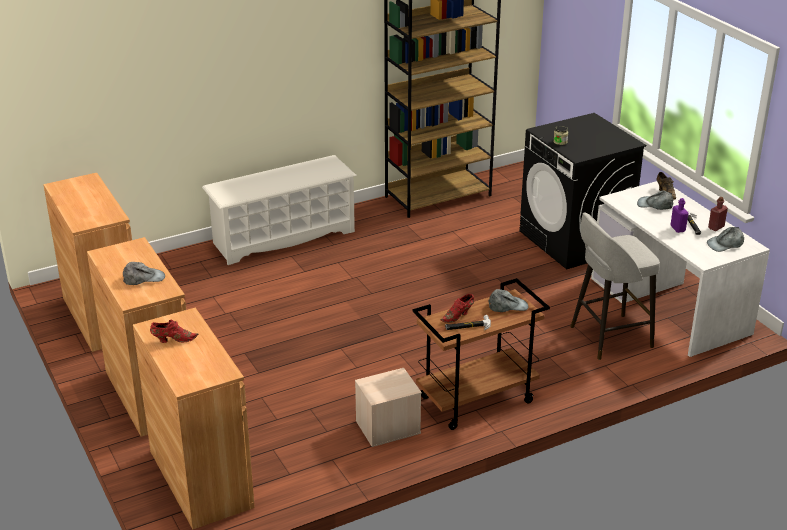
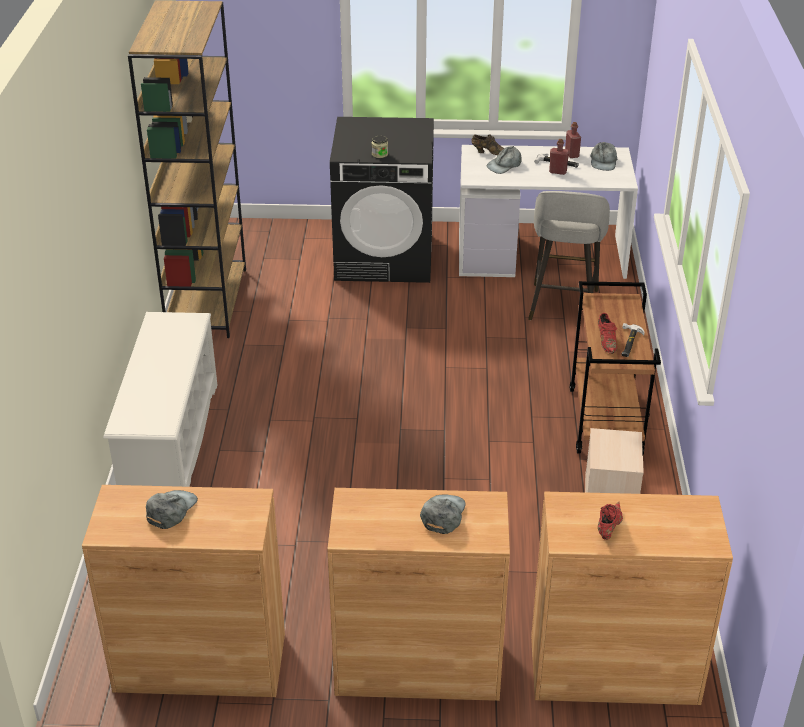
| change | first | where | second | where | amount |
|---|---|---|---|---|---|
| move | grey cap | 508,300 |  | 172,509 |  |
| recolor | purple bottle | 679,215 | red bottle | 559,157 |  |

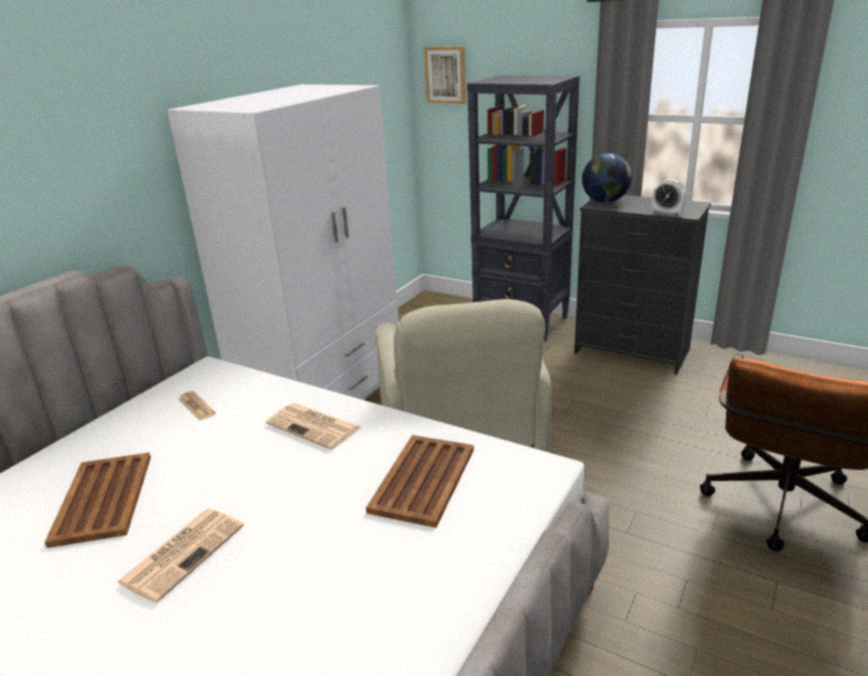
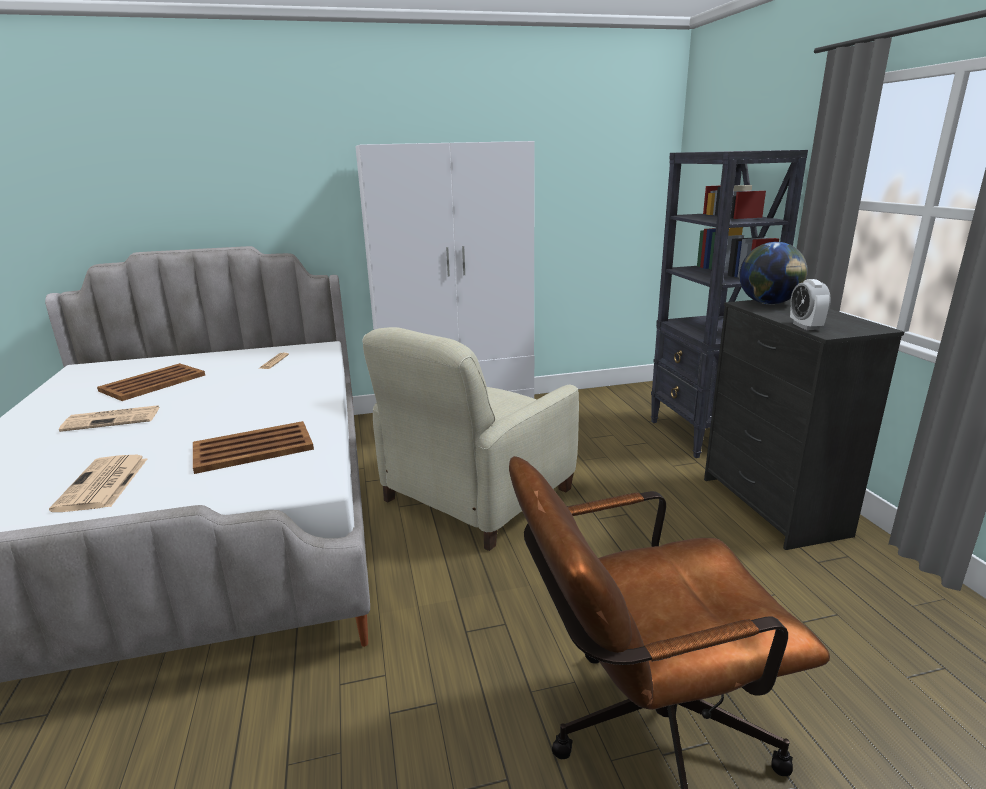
| change | first | where | second | where | amount |
|---|---|---|---|---|---|
| delete | picture | 445,75 |  |  |  |
| move | newspaper | 313,426 |  | 98,483 |  |

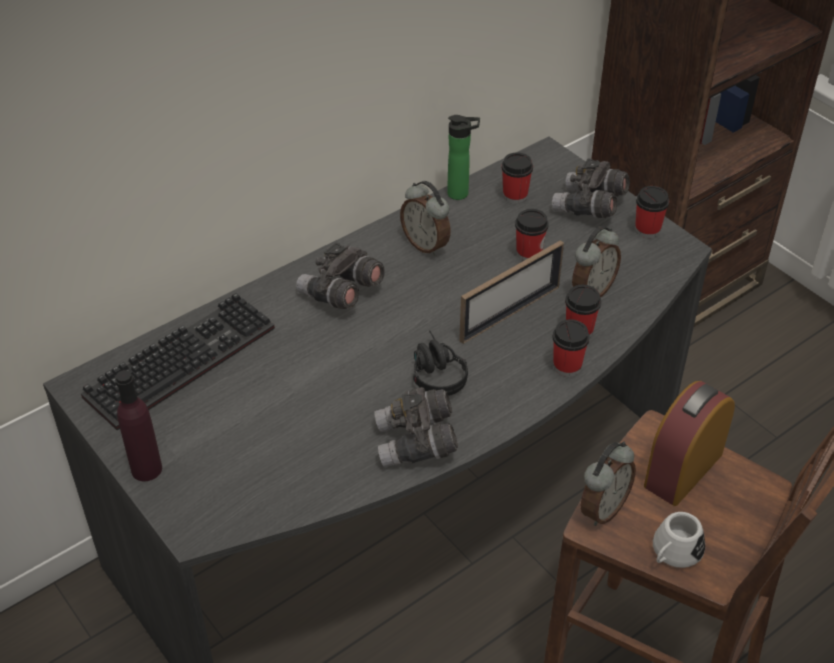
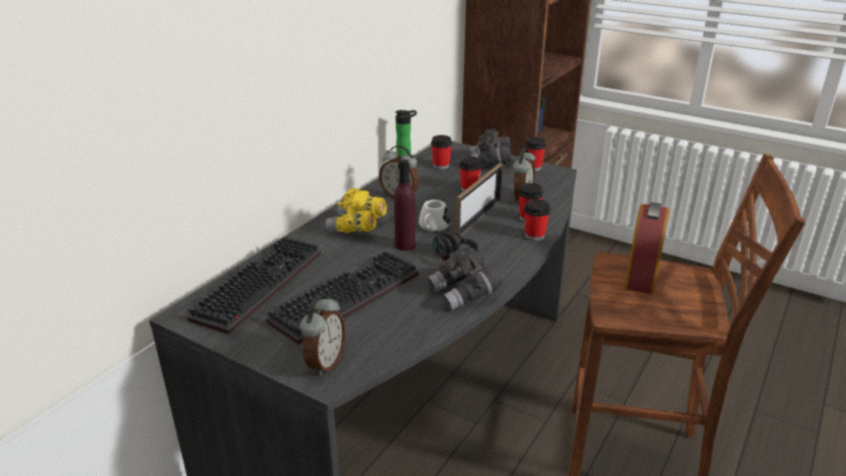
| change | first | where | second | where | amount |
|---|---|---|---|---|---|
| insert |  |  | keyboard | 342,298 |  |
| move | purple bottle | 138,425 |  | 404,205 |  |
| move | alarm clock | 608,483 |  | 323,335 |  |
| move | white mug | 679,540 |  | 434,215 |  |
| recolor | grey binoculars | 340,275 | yellow binoculars | 356,210 |  |

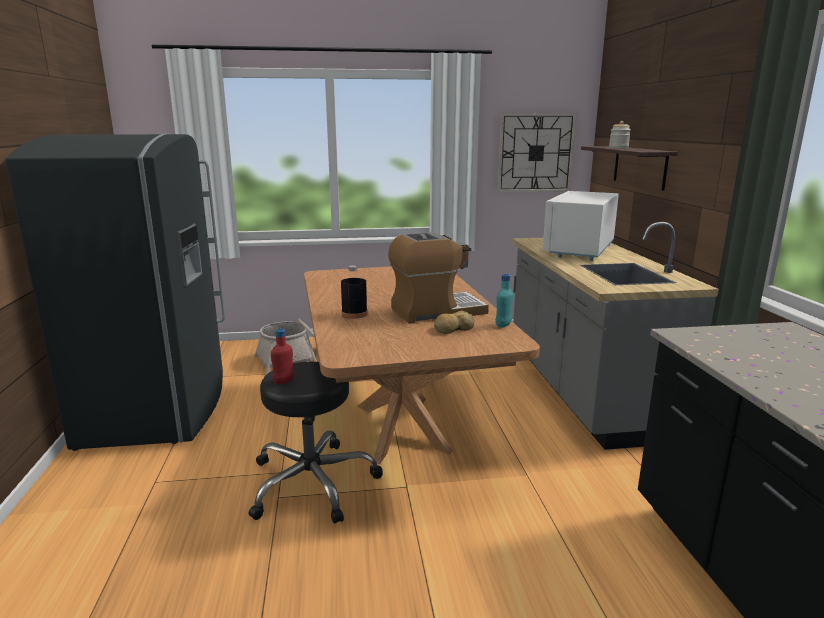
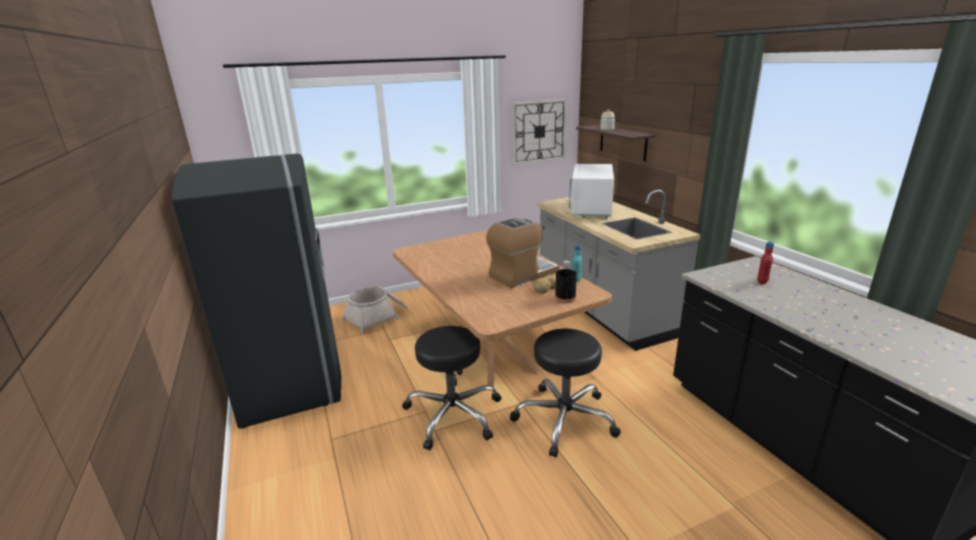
| change | first | where | second | where | amount |
|---|---|---|---|---|---|
| insert |  |  | black stool | 565,393 |  |
| move | red bottle | 282,356 |  | 765,263 |  |
| move | black bottle | 354,292 |  | 566,281 |  |

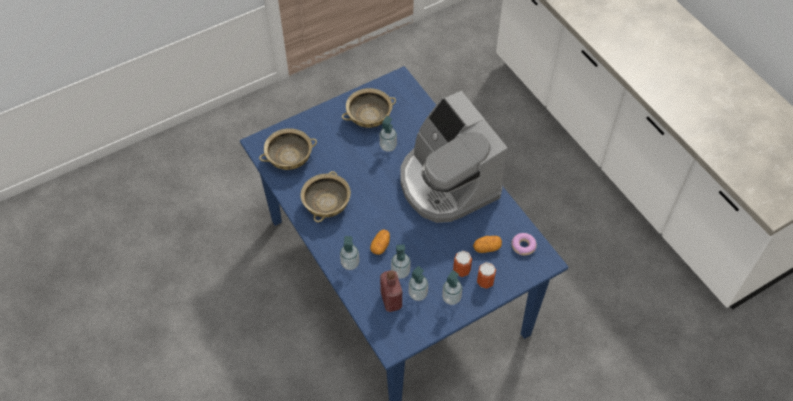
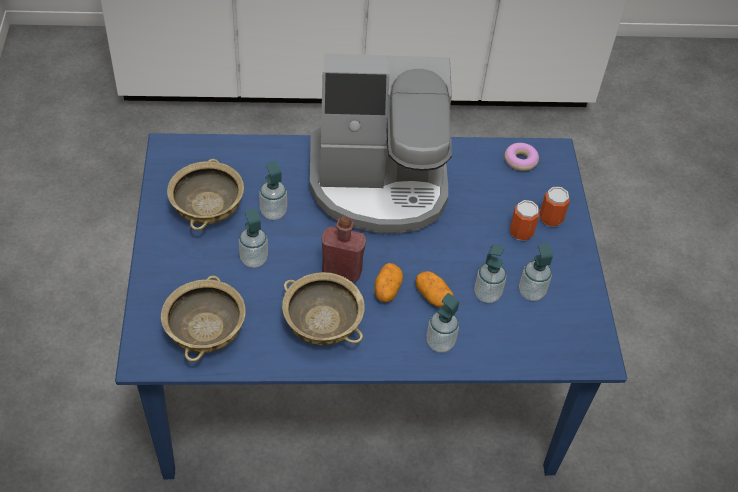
| change | first | where | second | where | amount |
|---|---|---|---|---|---|
| move | red bottle | 391,291 |  | 343,249 |  |
| move | soap dispenser | 452,287 |  | 253,238 |  |
| move | potato | 487,244 |  | 389,283 |  |

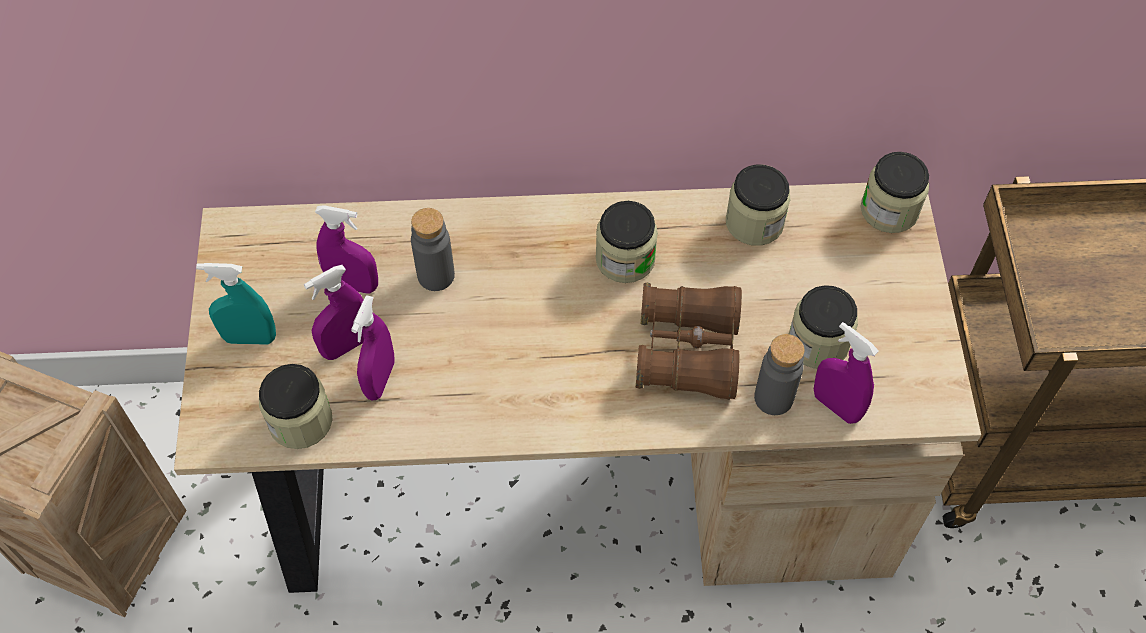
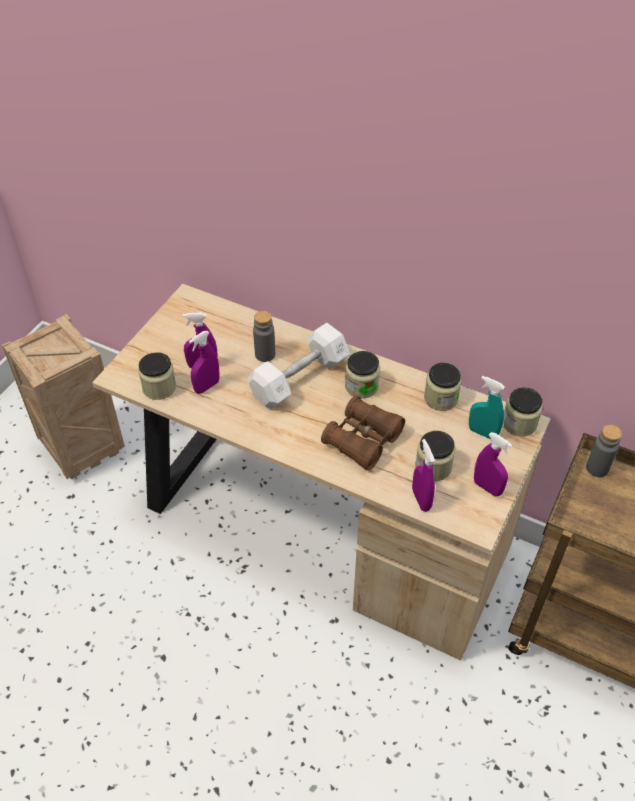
| change | first | where | second | where | amount |
|---|---|---|---|---|---|
| insert |  |  | white dumbbell | 299,366 |  |
| move | turquoise spray bottle | 236,304 |  | 487,407 |  |
| move | purple spray bottle | 346,249 |  | 493,464 |  |
| move | grey bottle | 779,374 |  | 604,451 |  |

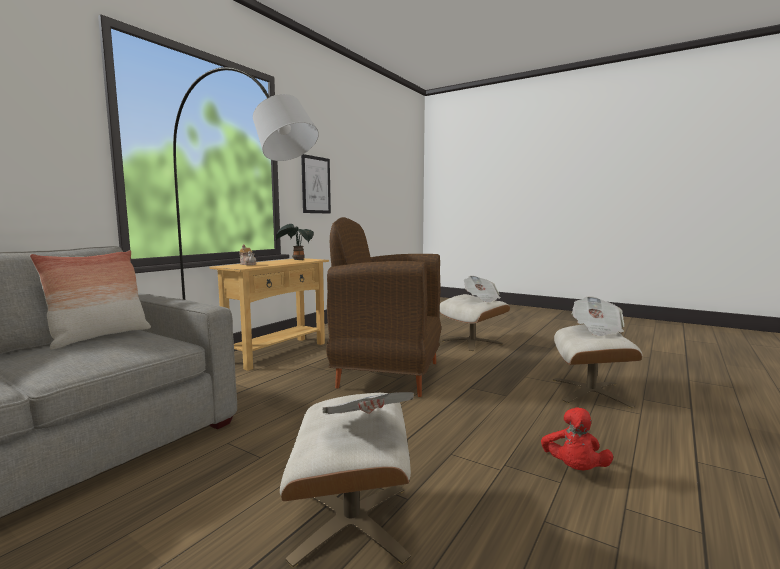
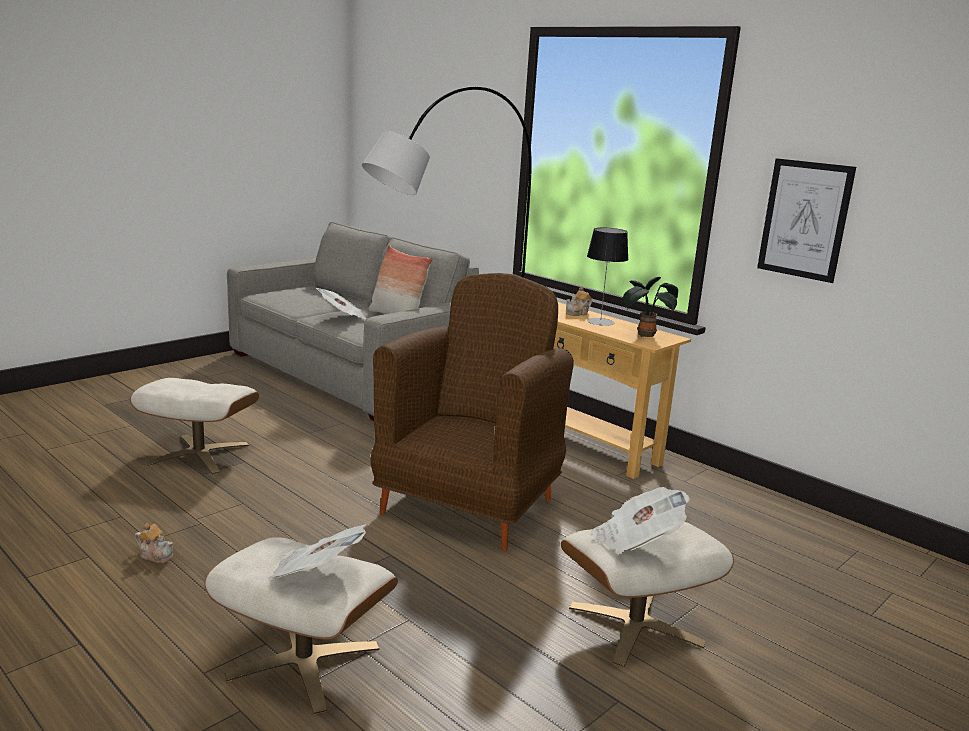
| change | first | where | second | where | amount |
|---|---|---|---|---|---|
| insert |  |  | table lamp | 608,276 |  |
| move | newspaper | 368,403 |  | 341,304 |  |
| replace | red plush toy | 577,438 | teapot | 153,543 |  |

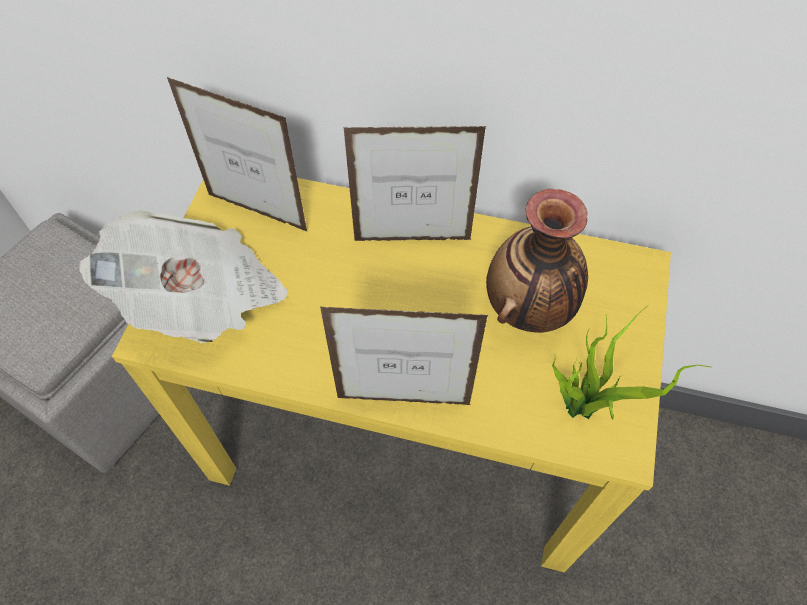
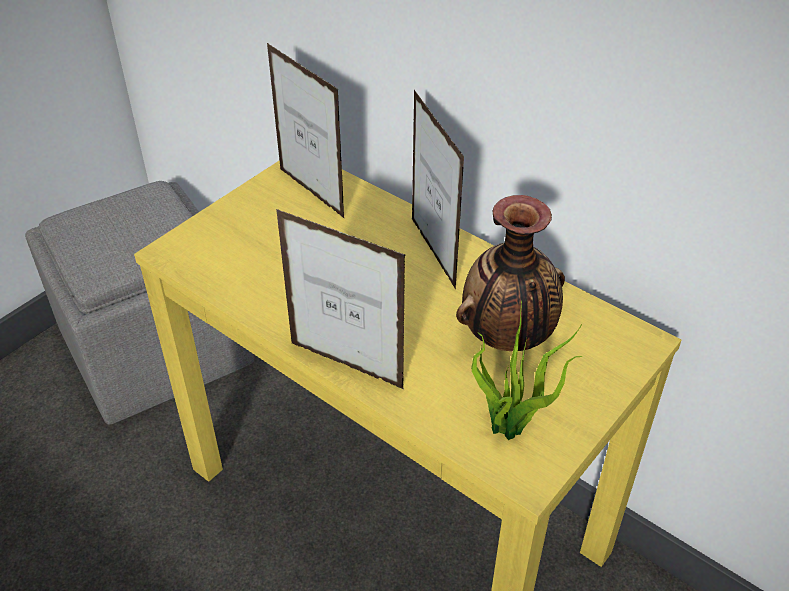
| change | first | where | second | where | amount |
|---|---|---|---|---|---|
| delete | newspaper | 183,276 |  |  |  |
| rotate | picture frame | 415,183 |  | 438,190 | 135 degrees counterclockwise |

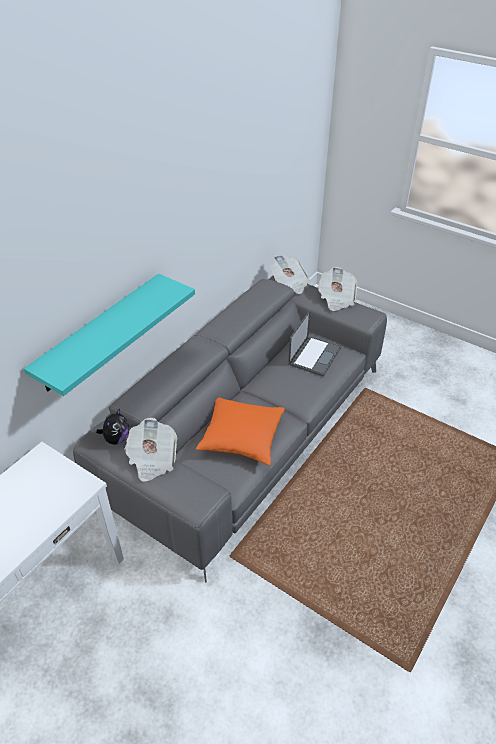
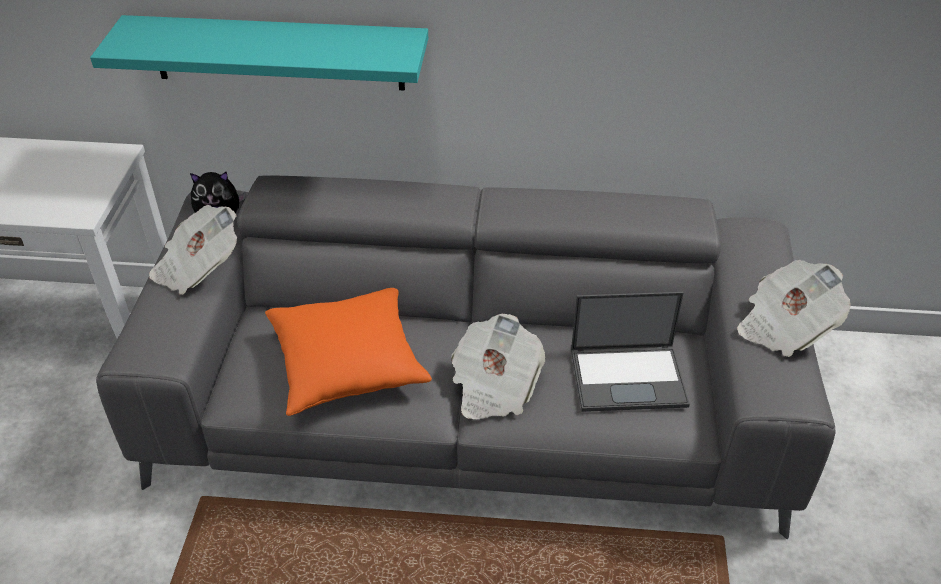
| change | first | where | second | where | amount |
|---|---|---|---|---|---|
| move | newspaper | 290,274 |  | 498,366 |  |

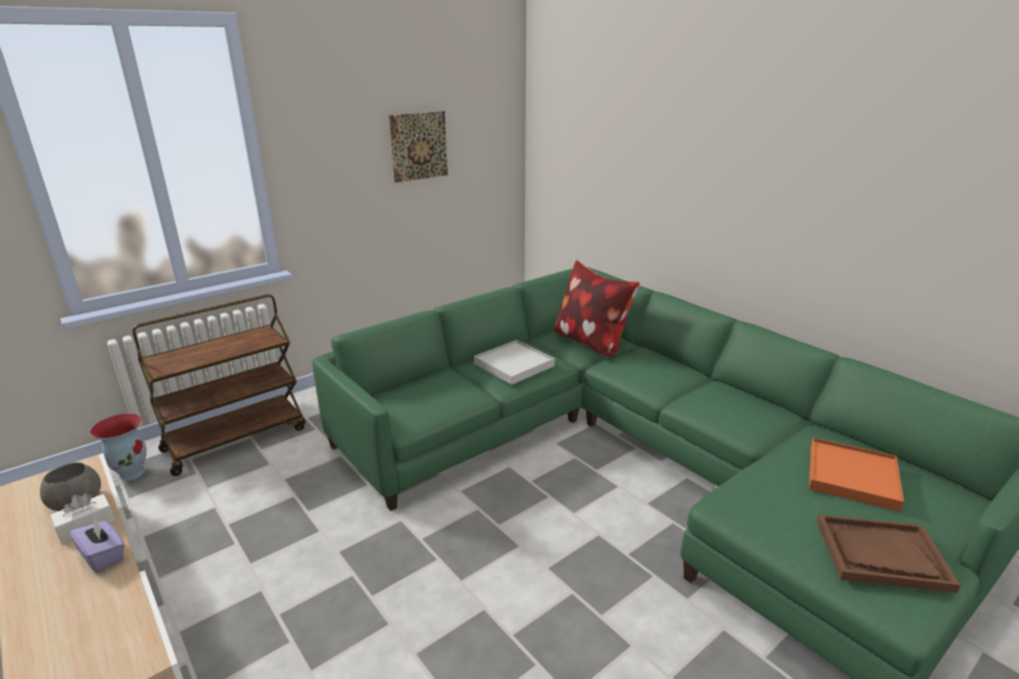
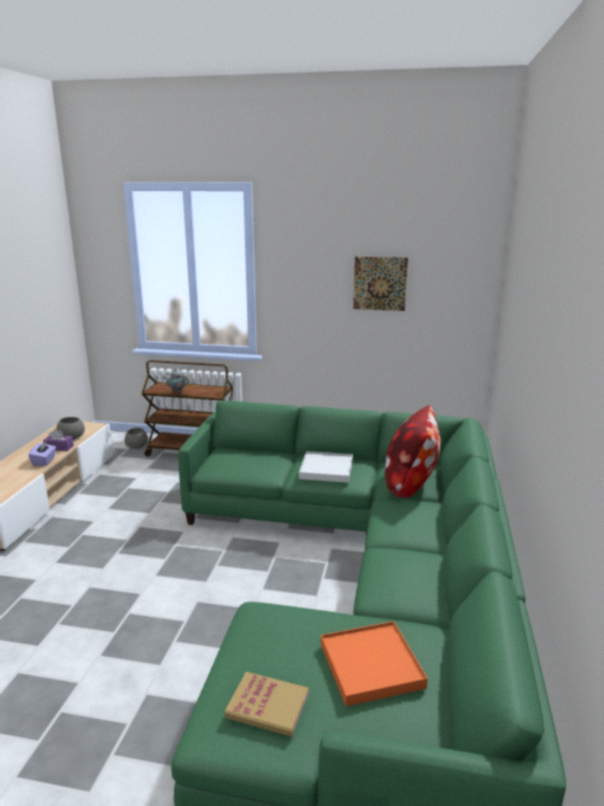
| change | first | where | second | where | amount |
|---|---|---|---|---|---|
| insert |  |  | teapot | 176,381 |  |
| replace | vase | 118,447 | grey bowl | 136,438 |  |
| replace | brown tray | 888,553 | book | 267,704 |  |
| recolor | white tissue box | 82,518 | purple tissue box | 58,440 |  |

